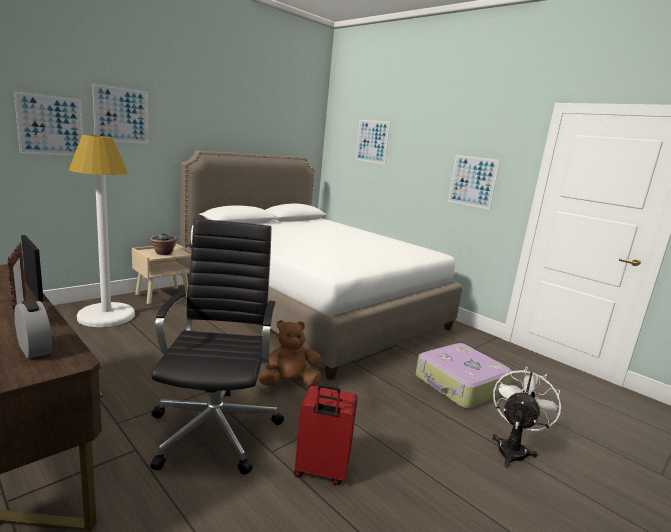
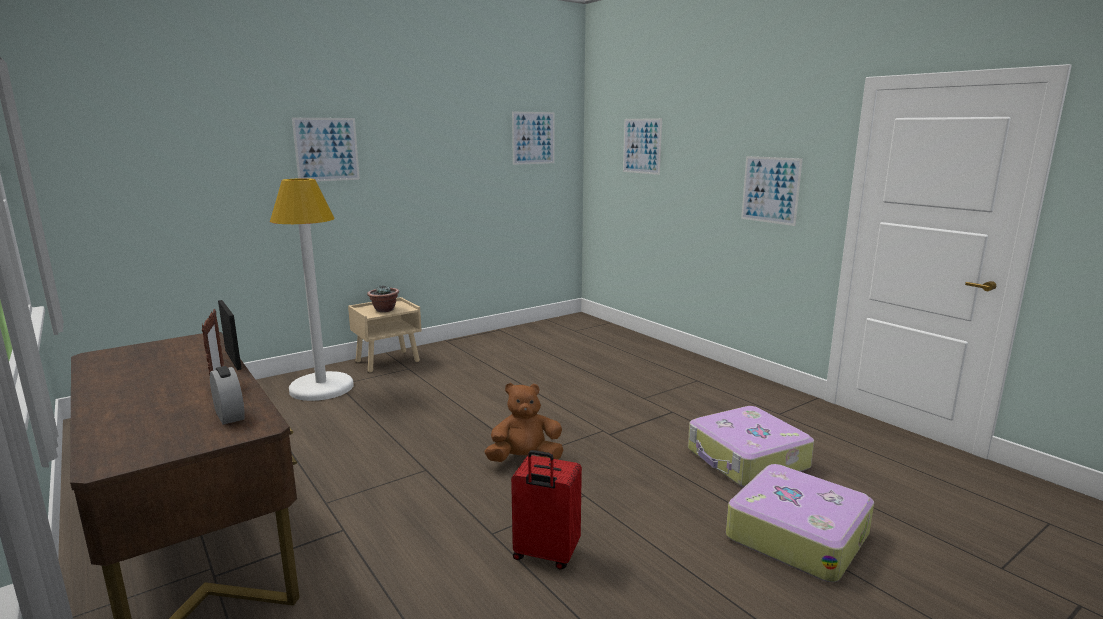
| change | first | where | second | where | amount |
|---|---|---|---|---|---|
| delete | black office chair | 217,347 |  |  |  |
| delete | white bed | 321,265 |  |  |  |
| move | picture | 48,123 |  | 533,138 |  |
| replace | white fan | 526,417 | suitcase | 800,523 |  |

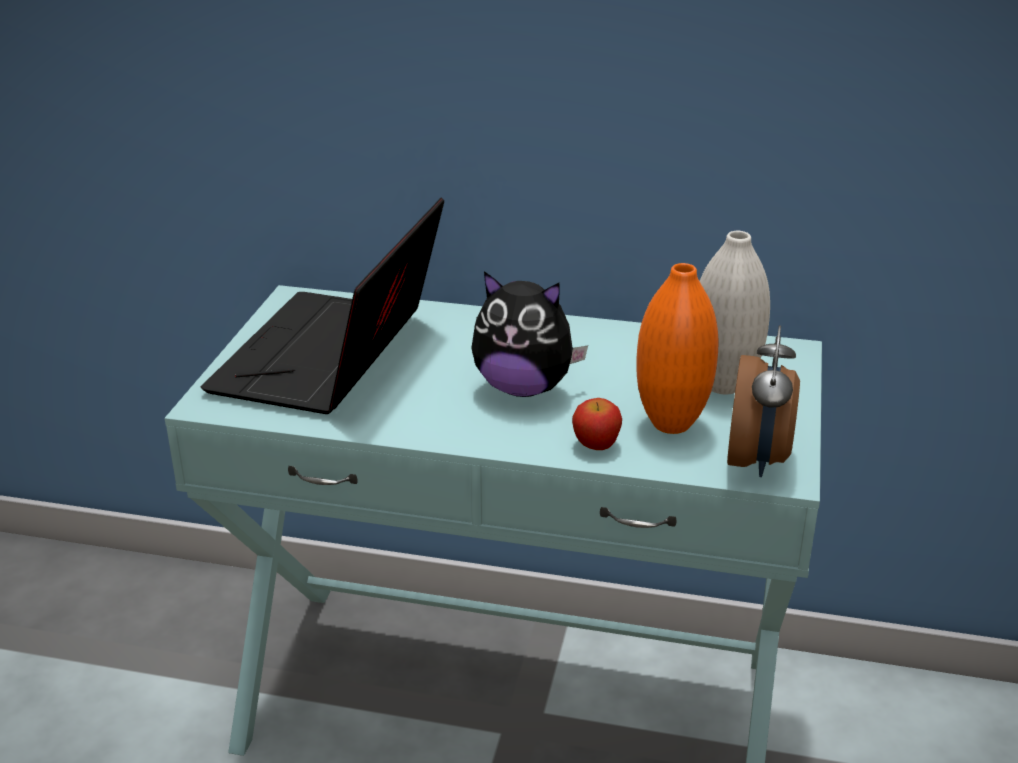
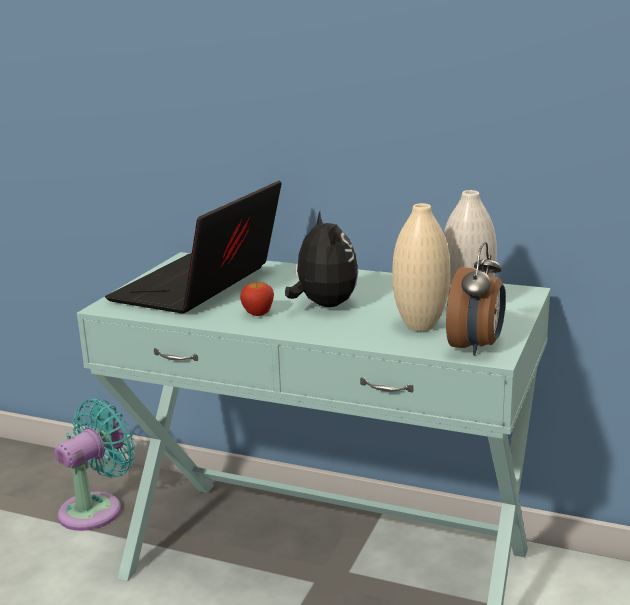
| change | first | where | second | where | amount |
|---|---|---|---|---|---|
| insert |  |  | turquoise fan | 94,464 |  |
| move | apple | 597,424 |  | 257,299 |  |
| recolor | orange vase | 677,348 | beige vase | 421,267 |  |
| rotate | plush toy | 529,334 |  | 321,259 | 135 degrees counterclockwise |

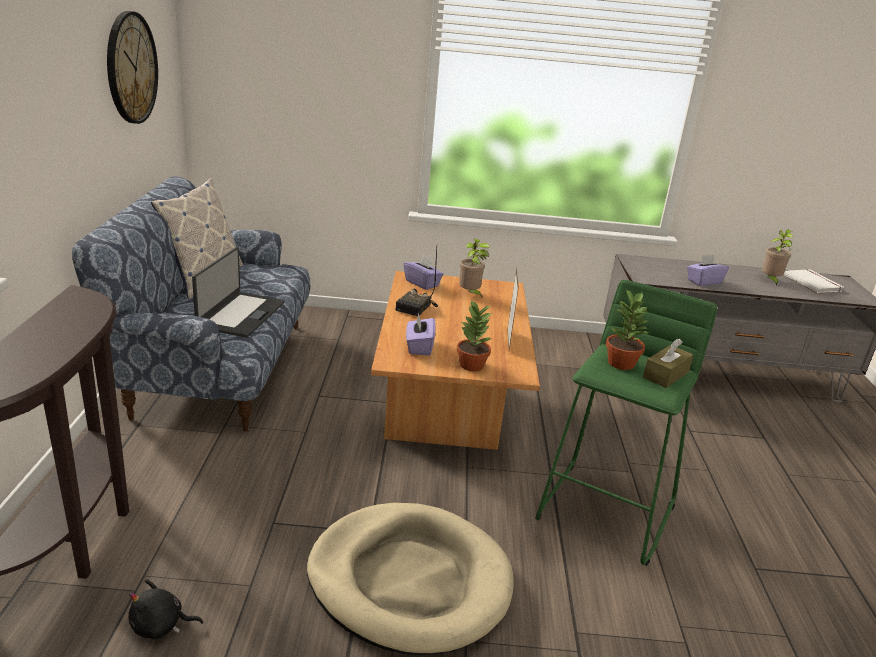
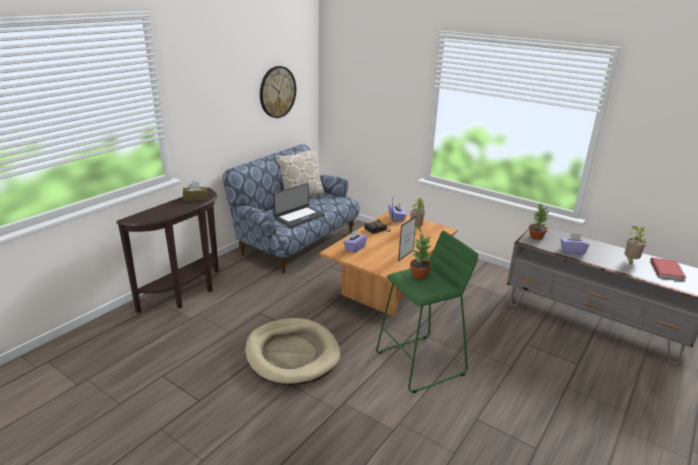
| change | first | where | second | where | amount |
|---|---|---|---|---|---|
| delete | black plush toy | 165,609 |  |  |  |
| move | potted plant | 474,336 |  | 539,222 |  |
| move | brown tissue box | 668,363 |  | 195,191 |  |
| recolor | white book | 814,281 | red book | 668,269 |  |

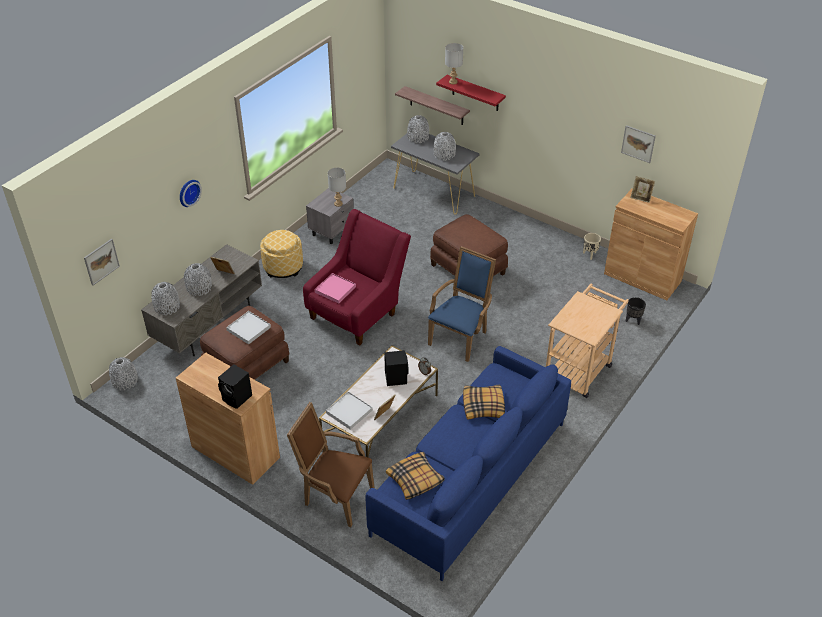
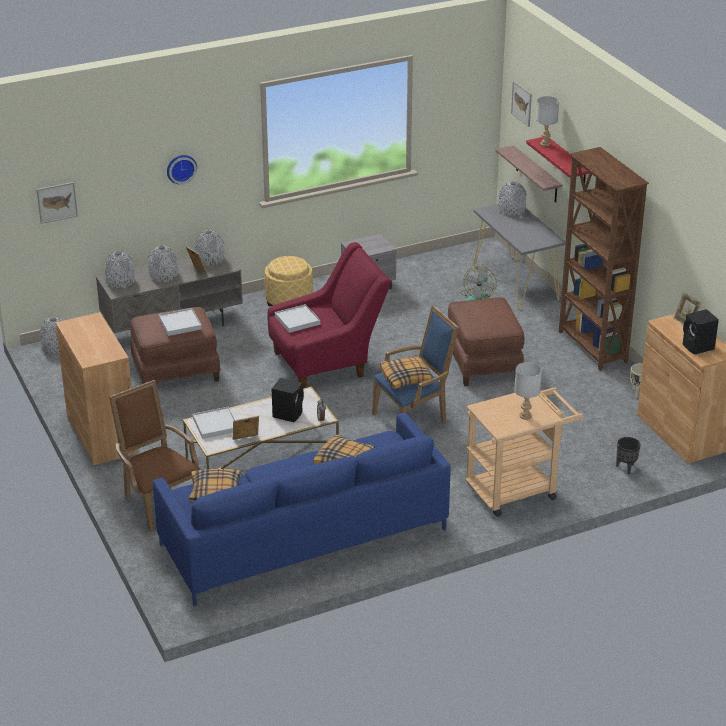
| change | first | where | second | where | amount |
|---|---|---|---|---|---|
| insert |  |  | pillow | 406,372 |  |
| insert |  |  | fan | 478,283 |  |
| insert |  |  | brown bookcase | 604,259 |  |
| move | black speaker | 235,386 |  | 701,332 |  |
| move | grey table lamp | 337,187 |  | 528,391 |  |
| move | grey vase | 444,146 |  | 209,248 |  |
| move | picture | 638,144 |  | 521,104 |  |
| recolor | pink tray | 335,288 | white tray | 297,318 |  |

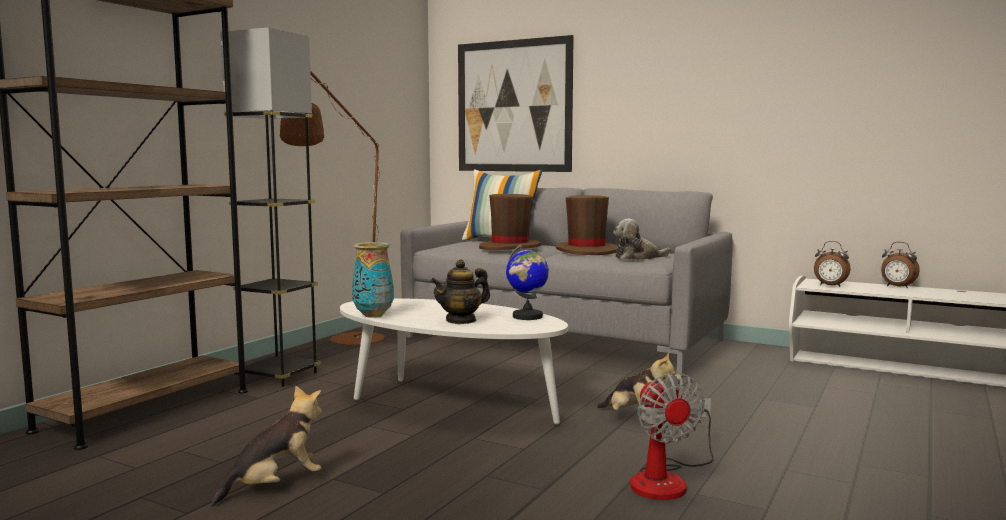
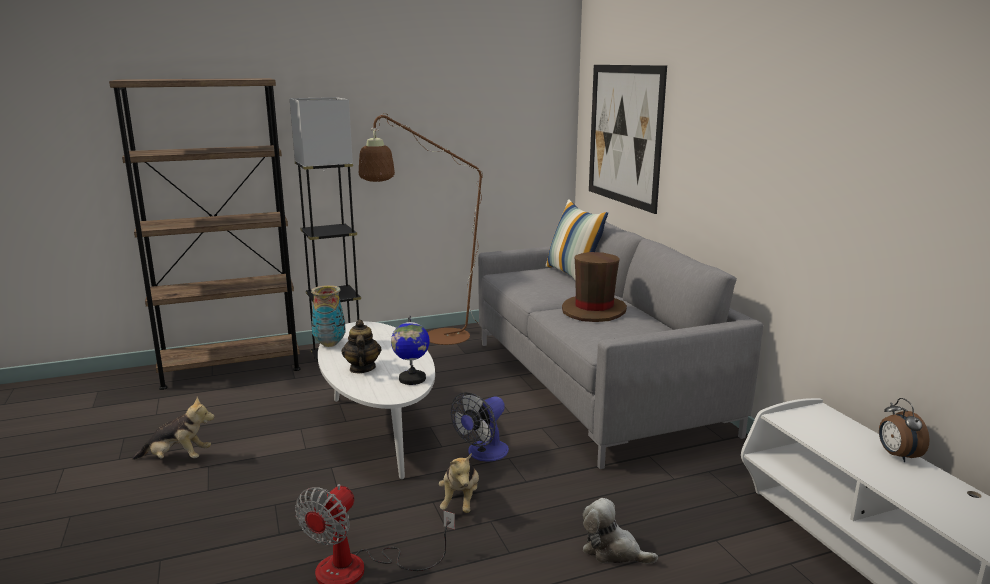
| change | first | where | second | where | amount |
|---|---|---|---|---|---|
| delete | brown hat | 510,222 |  |  |  |
| delete | alarm clock | 832,264 |  |  |  |
| insert |  |  | fan | 480,427 |  |
| move | plush toy | 642,239 |  | 620,531 |  |
| rotate | teapot | 460,291 |  | 362,346 | 75 degrees clockwise |

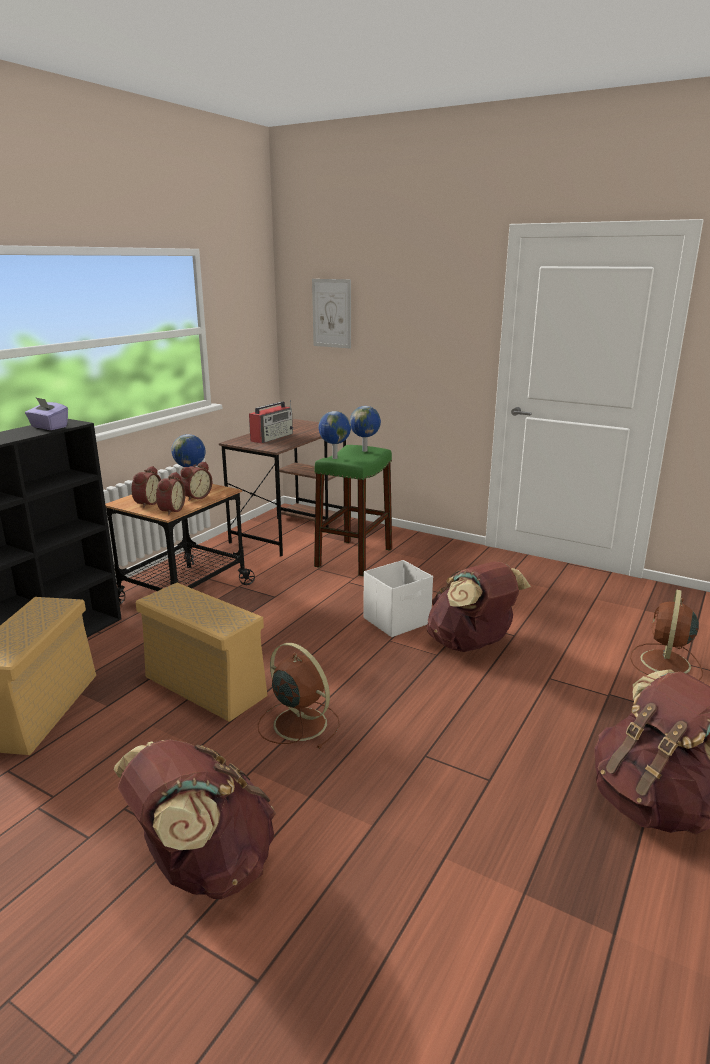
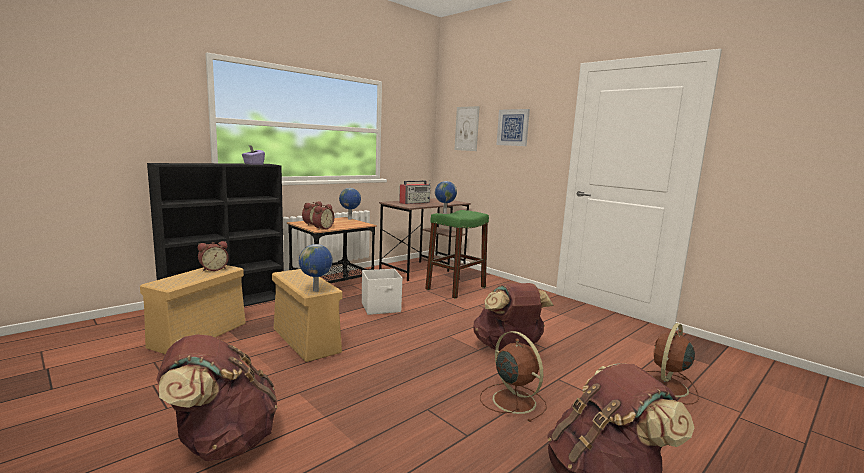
| change | first | where | second | where | amount |
|---|---|---|---|---|---|
| insert |  |  | picture | 513,127 |  |
| move | alarm clock | 196,481 |  | 213,256 |  |
| move | brown fan | 299,696 |  | 513,376 |  |
| move | globe | 365,429 |  | 316,268 |  |
| move | white storage box | 398,598 |  | 382,292 |  |

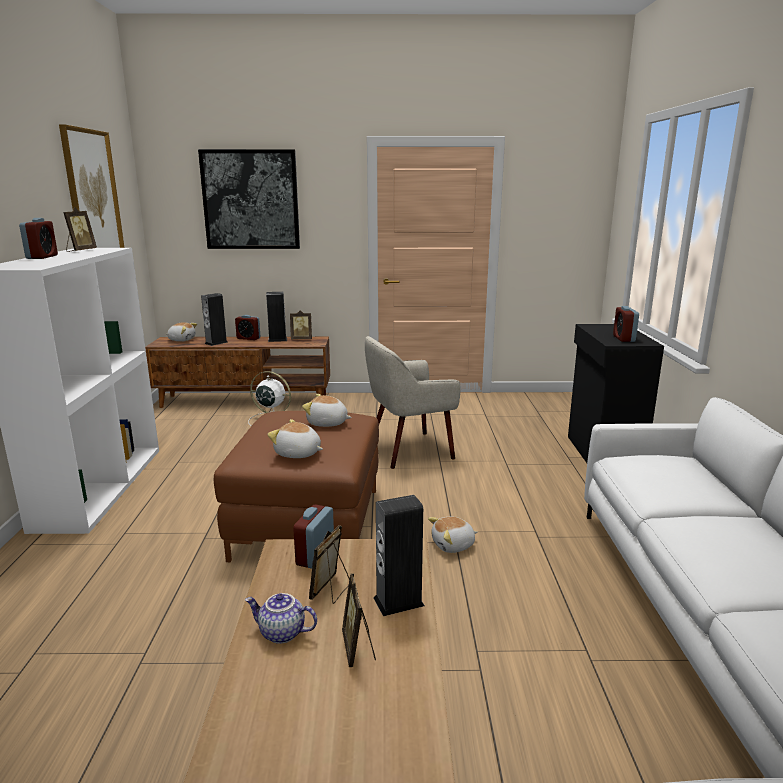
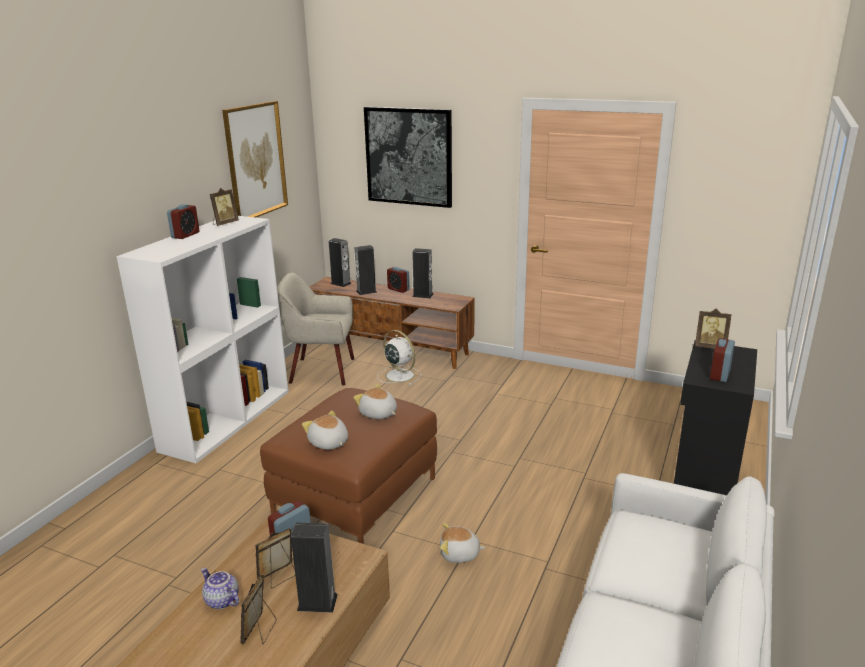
| change | first | where | second | where | amount |
|---|---|---|---|---|---|
| move | picture frame | 301,324 |  | 713,329 |  |
| move | beige armchair | 413,402 |  | 315,329 |  |
| replace | plush toy | 181,332 | speaker | 340,262 |  |

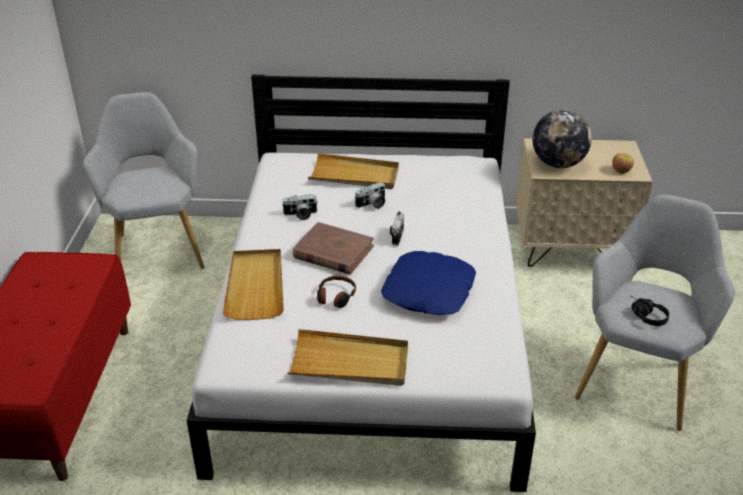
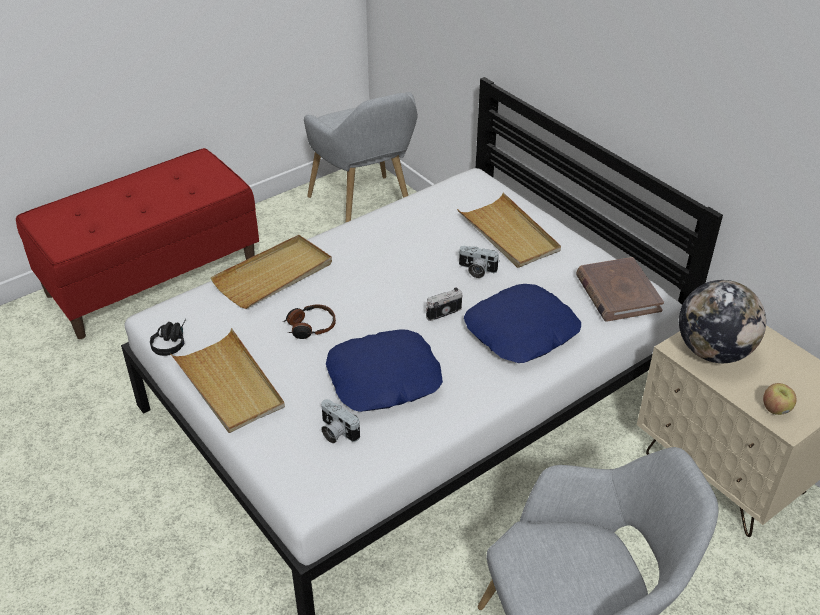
| change | first | where | second | where | amount |
|---|---|---|---|---|---|
| insert |  |  | blue pillow | 522,323 |  |
| move | photo camera | 300,207 |  | 340,421 |  |
| move | brown book | 333,248 |  | 620,289 |  |
| move | black headphones | 650,311 |  | 168,337 |  |
| rotate | grey armchair | 143,180 |  | 361,157 | 120 degrees clockwise |

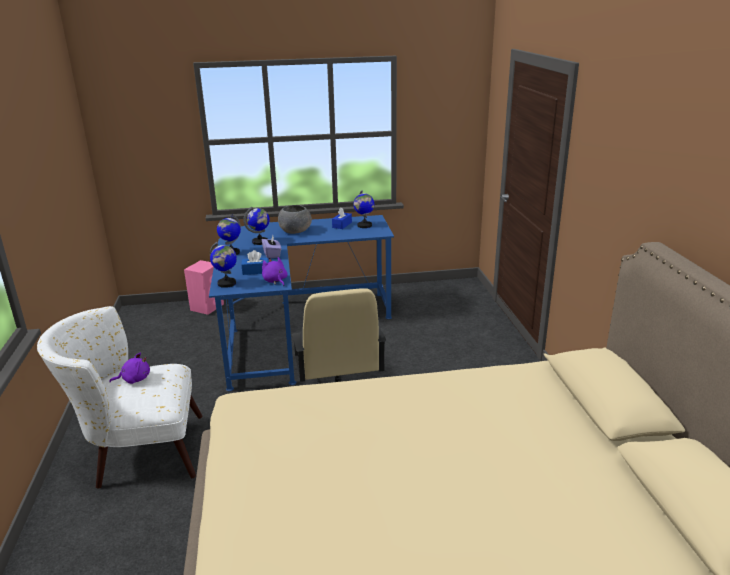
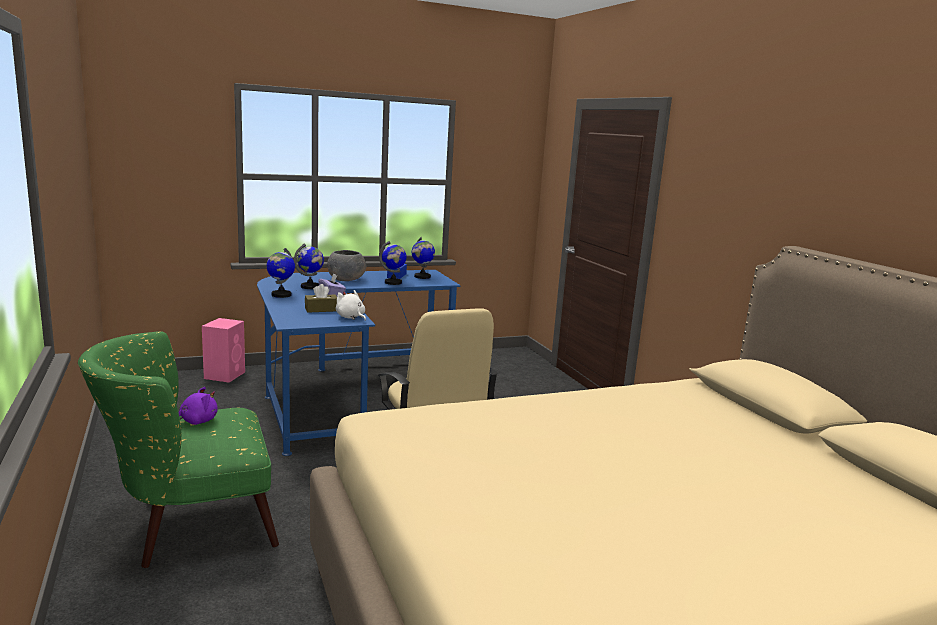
| change | first | where | second | where | amount |
|---|---|---|---|---|---|
| move | globe | 223,265 |  | 393,263 |  |
| recolor | white armchair | 119,397 | green armchair | 178,449 |  |
| recolor | blue tissue box | 255,262 | brown tissue box | 321,298 |  |
| recolor | purple plush toy | 275,271 | white plush toy | 351,305 |  |

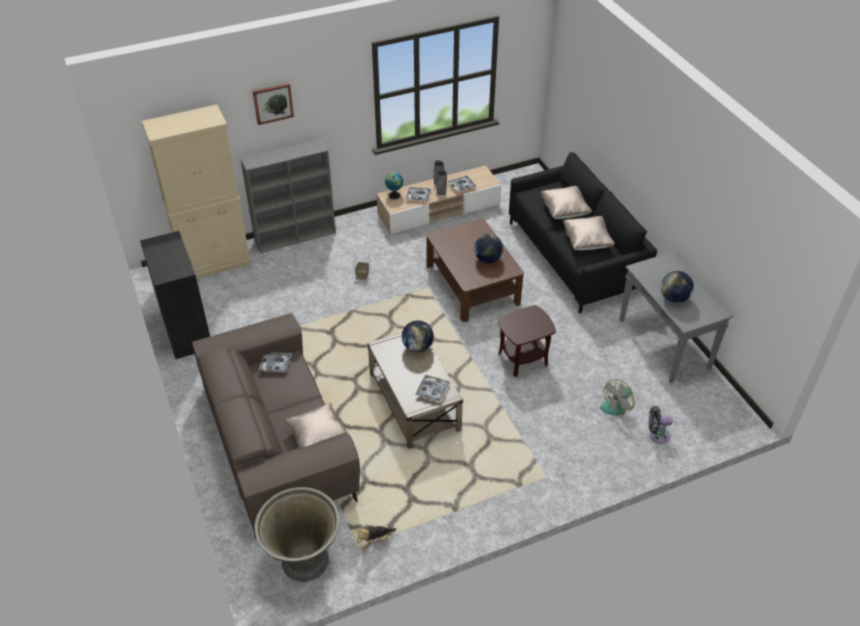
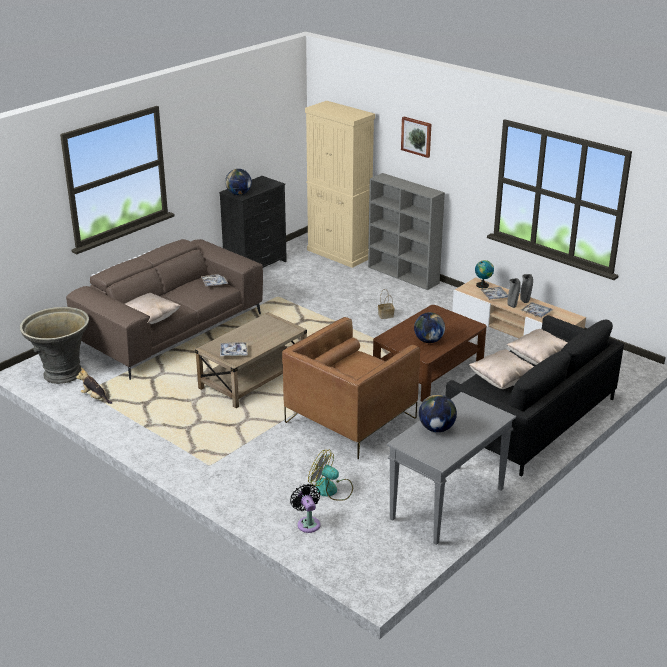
| change | first | where | second | where | amount |
|---|---|---|---|---|---|
| move | globe | 418,336 |  | 238,182 |  |
| replace | brown side table | 527,341 | brown armchair | 351,388 |  |

